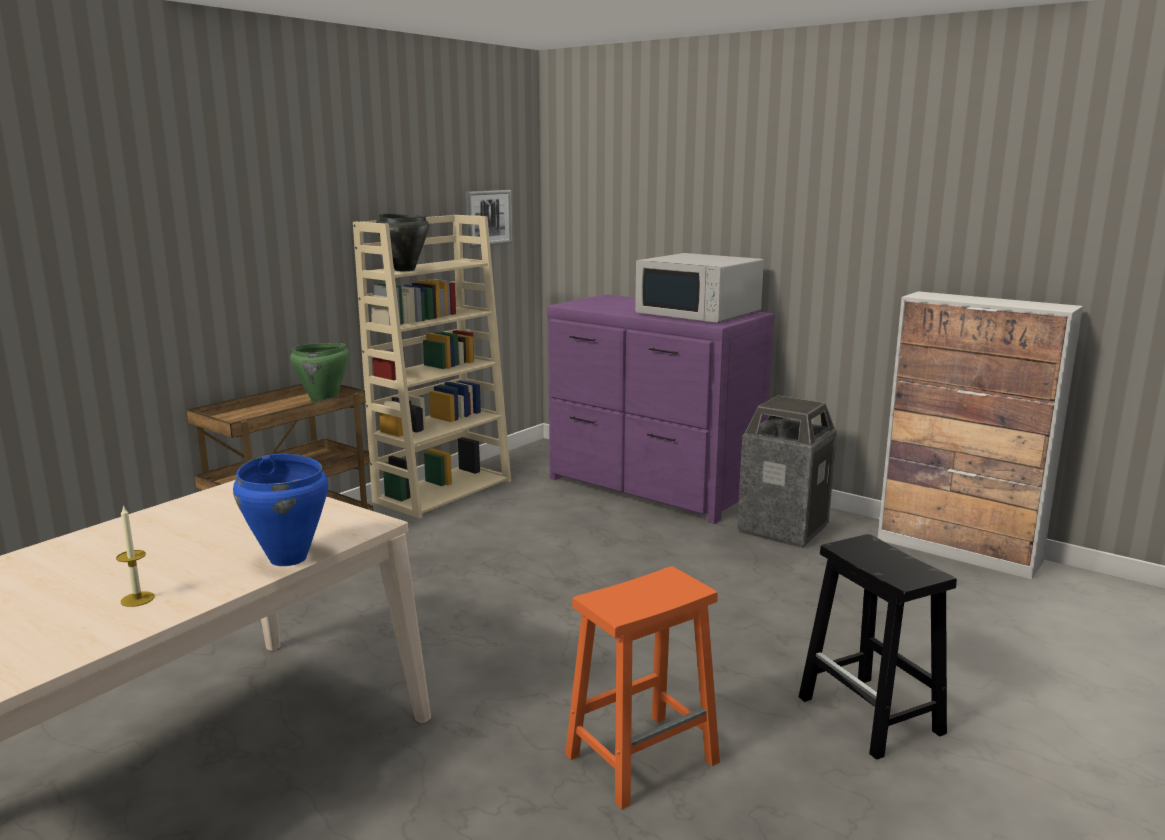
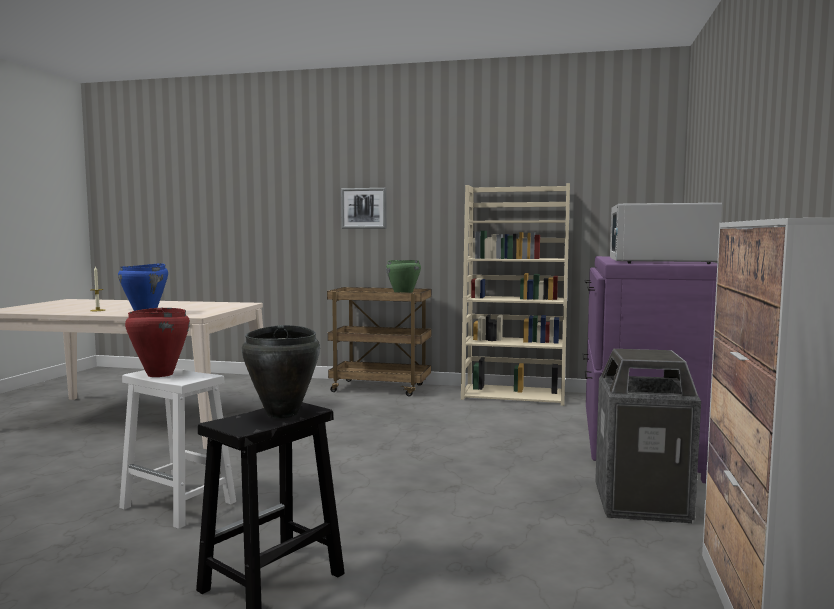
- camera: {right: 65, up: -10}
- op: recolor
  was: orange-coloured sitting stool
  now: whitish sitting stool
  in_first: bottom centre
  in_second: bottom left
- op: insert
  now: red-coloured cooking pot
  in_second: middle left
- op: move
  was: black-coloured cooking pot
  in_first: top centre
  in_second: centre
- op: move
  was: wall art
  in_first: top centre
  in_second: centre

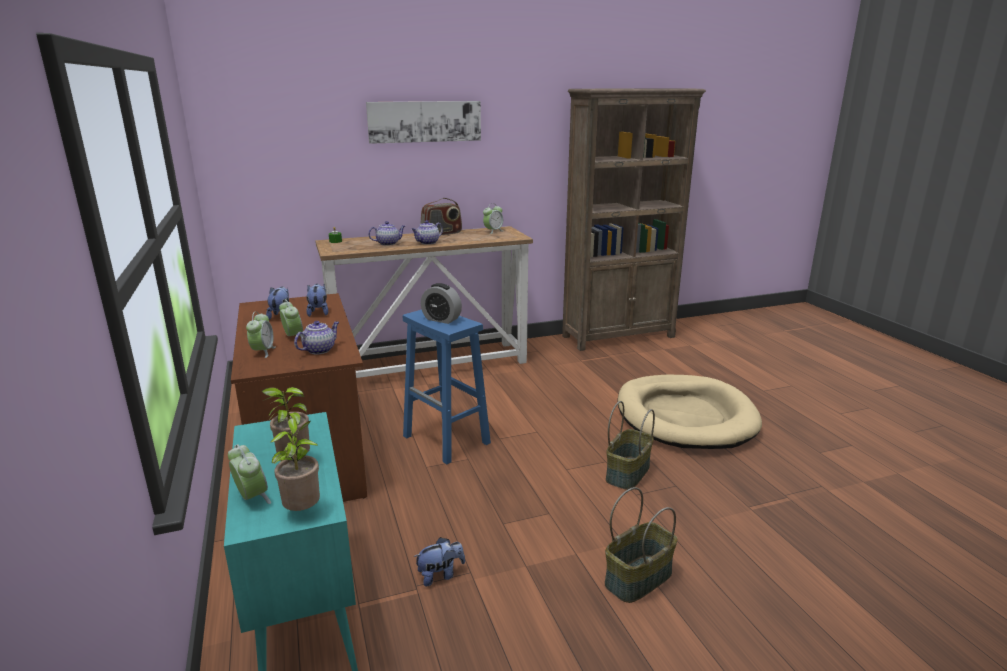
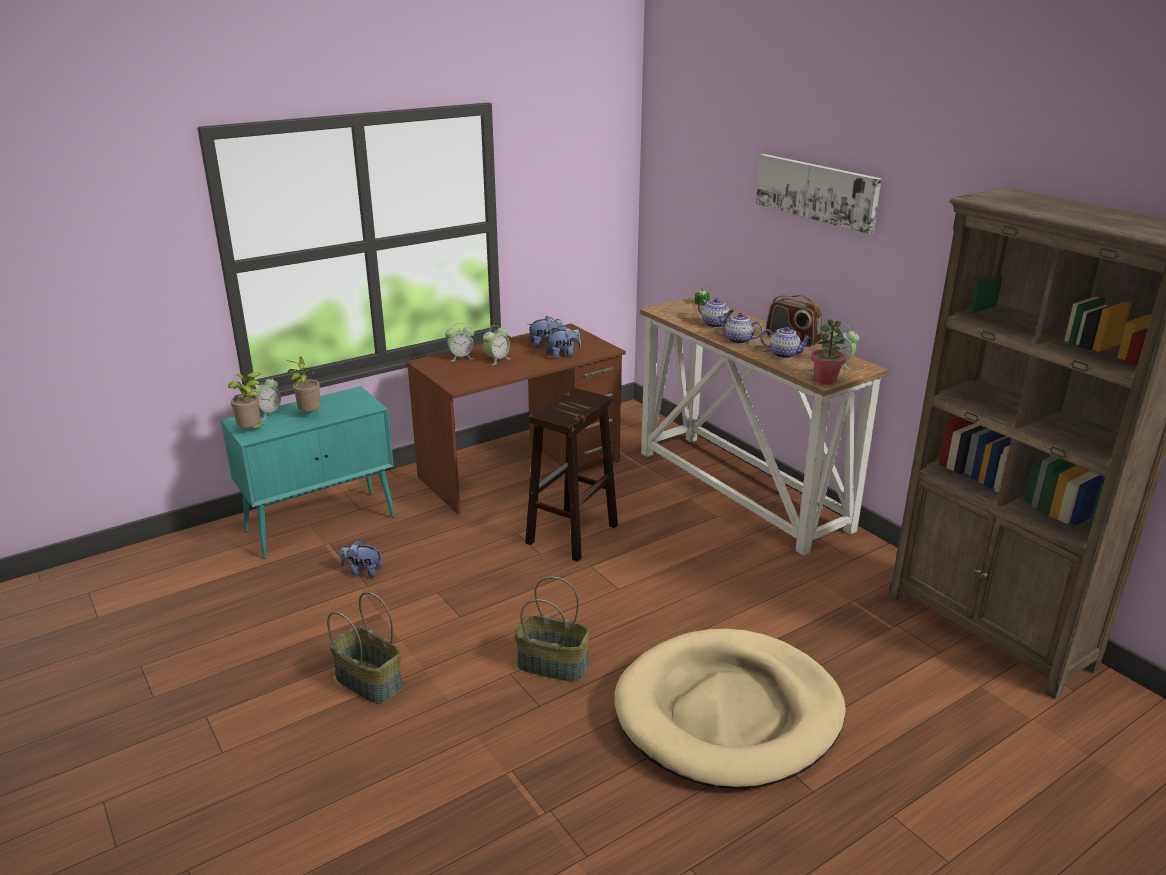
- camera: {right: 75, up: 5}
- op: rotate
  was: cuddly toy (3rd from left in the first image)
  in_first: bottom centre
  in_second: middle left
  clockwise: 135
- op: recolor
  was: blue sitting stool
  now: brown-coloured sitting stool
  in_first: centre
  in_second: centre
- op: move
  was: pot for tea (1st from left in the first image)
  now: pot for tea (3rd from left)
  in_first: middle left
  in_second: middle right
- op: insert
  now: houseplant (3rd from left)
  in_second: middle right
- op: delete
  was: alarm clock (4th from left)
  in_first: centre

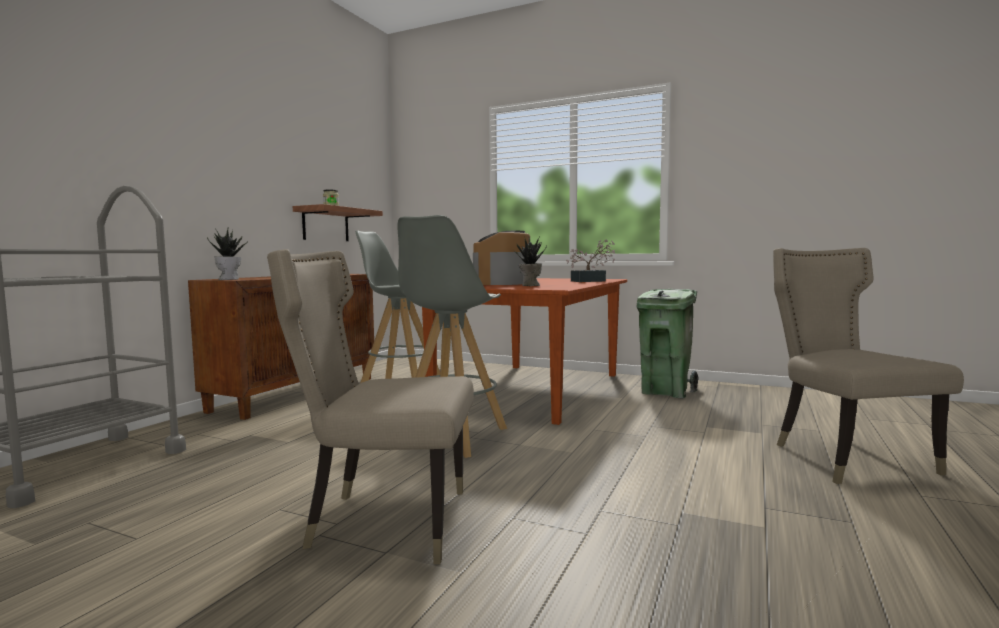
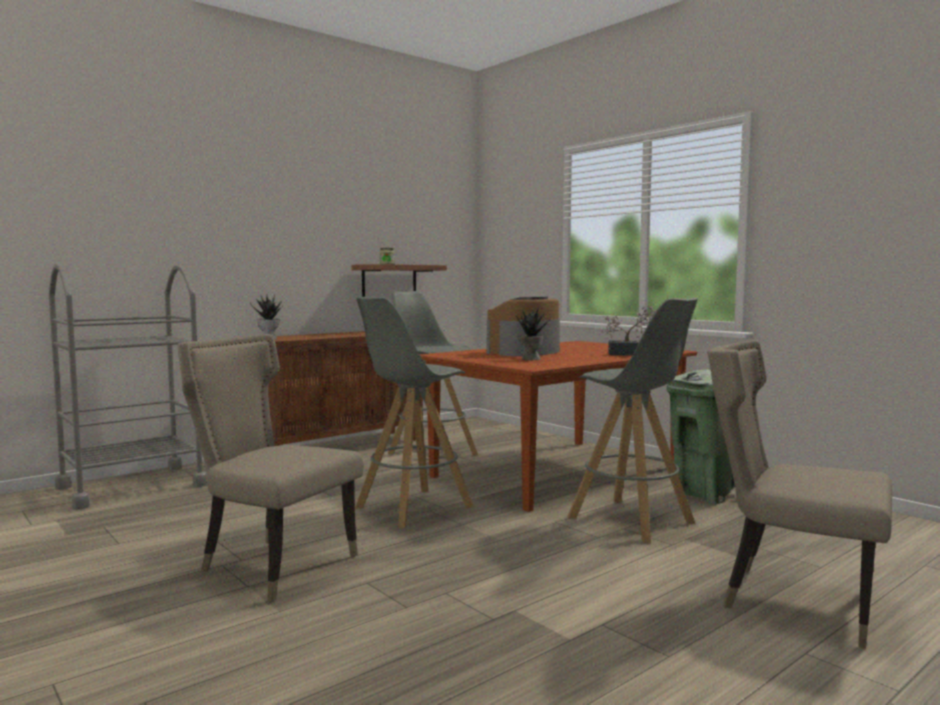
- camera: {right: 25, up: 0}
- op: insert
  now: greyish sitting stool (3rd from left)
  in_second: middle right
- op: rotate
  was: beige plain chair (2nd from left)
  in_first: middle right
  in_second: bottom right
  clockwise: -75

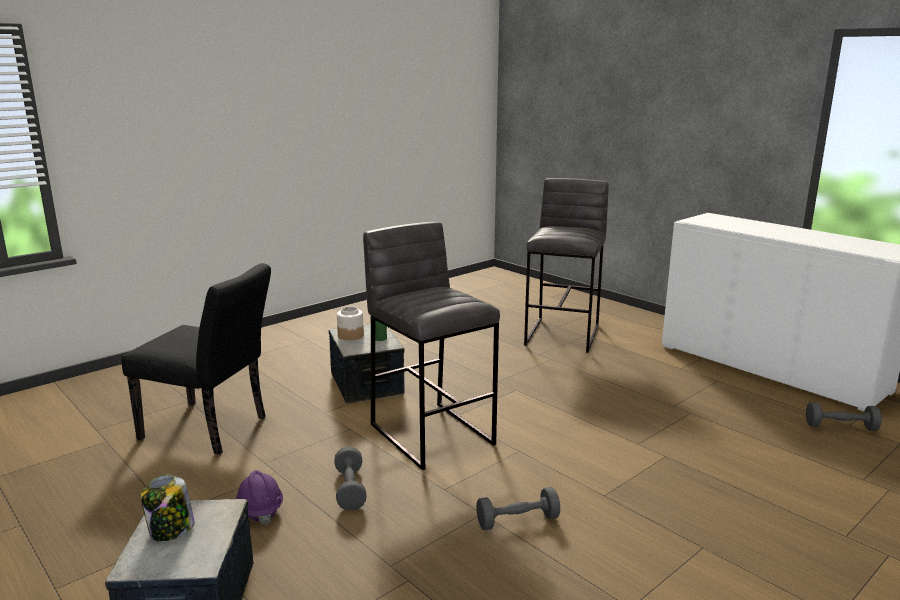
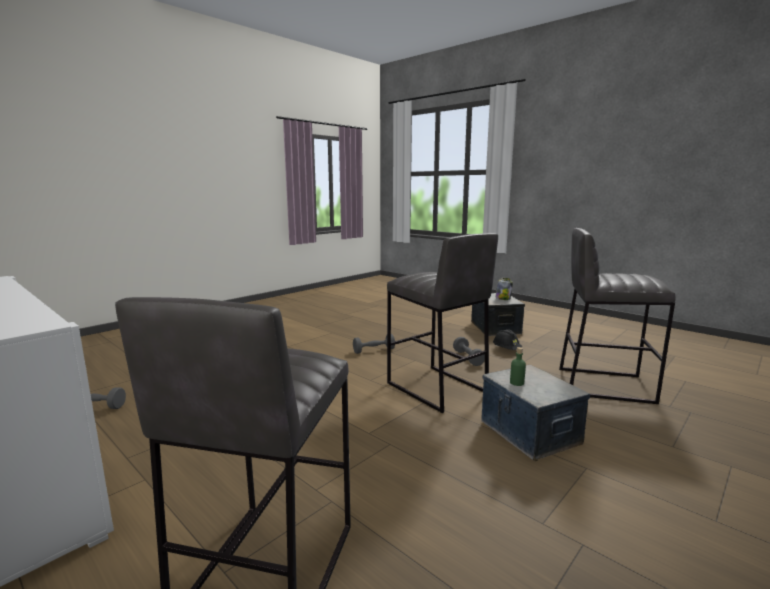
- camera: {right: 175, up: -5}
- op: recolor
  was: purple-coloured safety helmet
  now: black-coloured safety helmet
  in_first: bottom left
  in_second: centre
- op: replace
  was: black-coloured plain chair
  now: greyish sitting stool (3rd from left)
  in_first: middle left
  in_second: middle right
- op: delete
  was: storage jar (2nd from left)
  in_first: centre

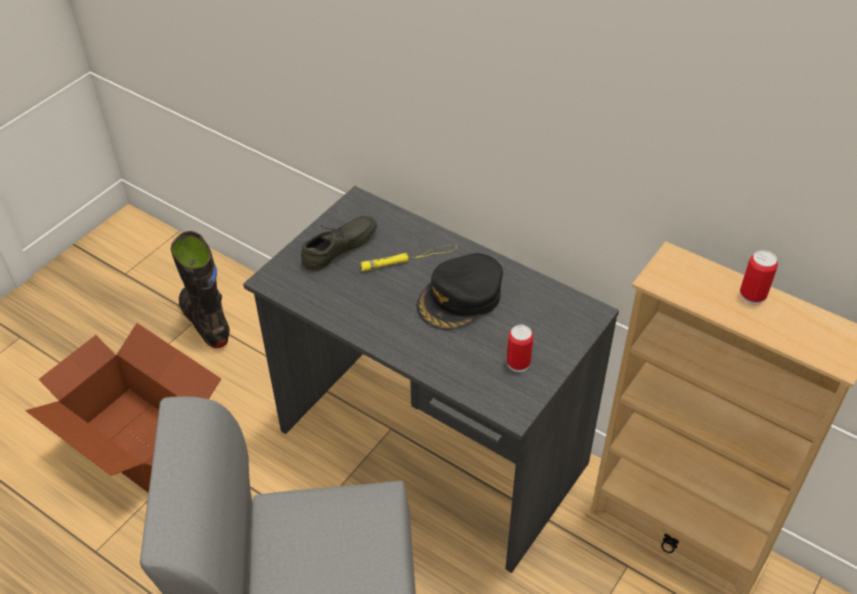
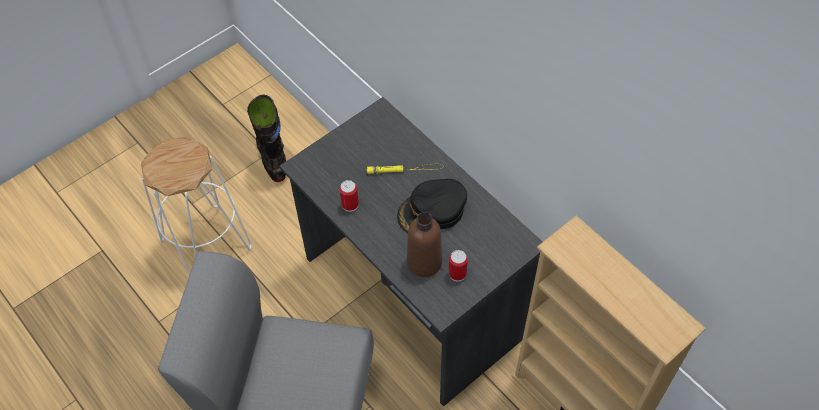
- camera: {right: 15, up: 10}
- op: replace
  was: cardboard box
  now: whitish sitting stool
  in_first: bottom left
  in_second: middle left
- op: move
  was: metal can (2nd from left in the first image)
  now: metal can (1st from left)
  in_first: middle right
  in_second: centre
- op: insert
  now: brown-coloured bottle
  in_second: centre
- op: delete
  was: greyish item of footwear
  in_first: centre

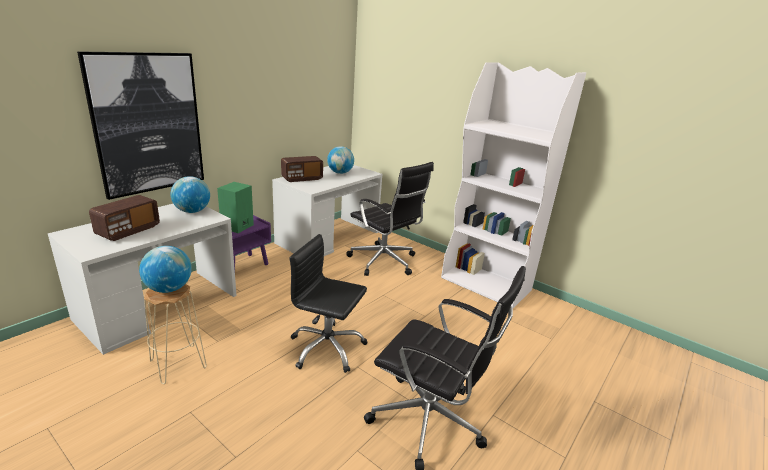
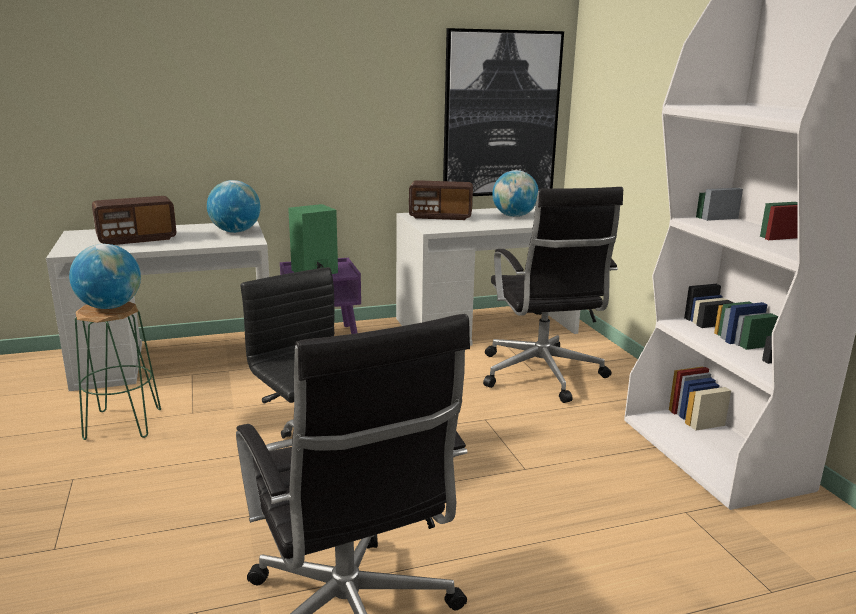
- camera: {right: 35, up: -5}
- op: recolor
  was: beige sitting stool
  now: greenish sitting stool
  in_first: bottom left
  in_second: middle left
- op: move
  was: wall art
  in_first: top left
  in_second: top centre

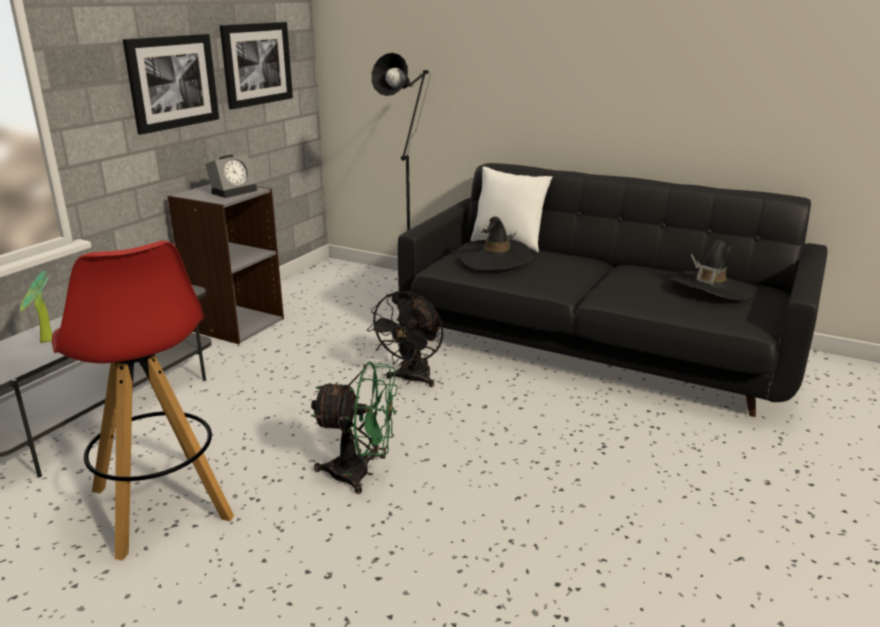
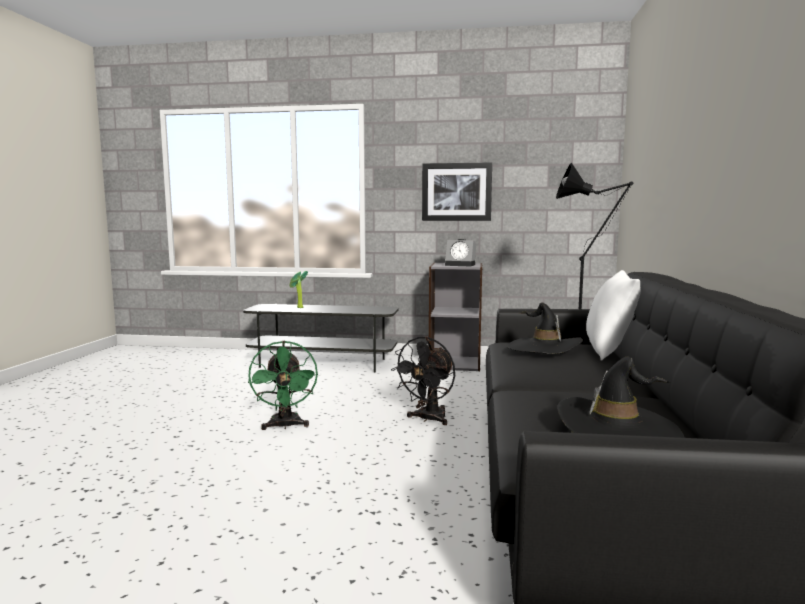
- camera: {right: 70, up: -15}
- op: rotate
  was: black-coloured cooling fan
  in_first: centre
  in_second: centre
  clockwise: -60
- op: delete
  was: red-coloured sitting stool
  in_first: middle left
- op: delete
  was: wall art (2nd from left)
  in_first: top left

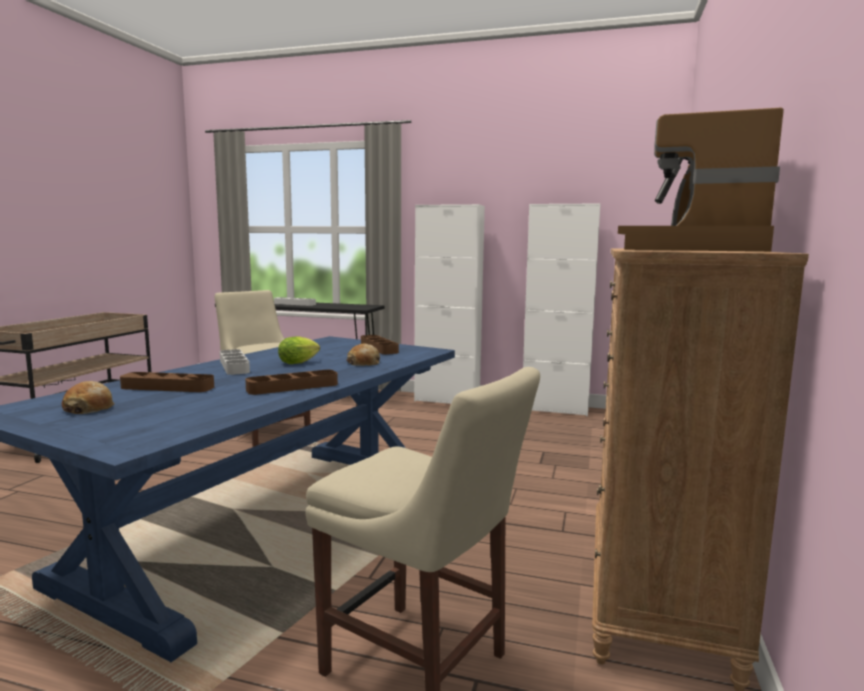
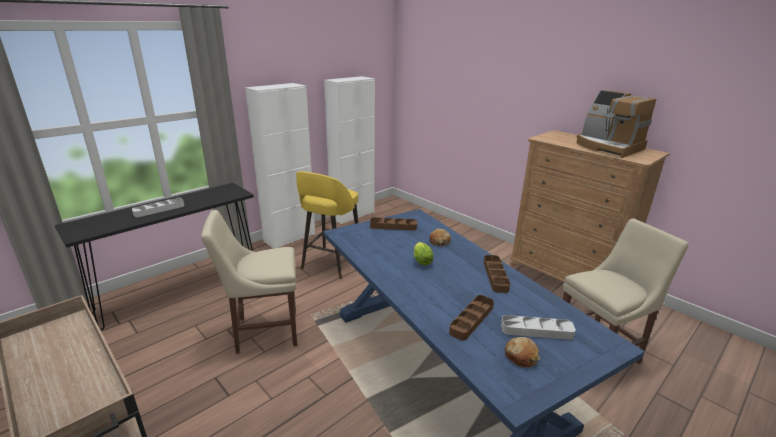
- camera: {right: -60, up: 15}
- op: insert
  now: yellowish sitting stool
  in_second: centre
- op: move
  was: greyish tray (1st from left in the first image)
  now: greyish tray (2nd from left)
  in_first: middle left
  in_second: bottom right

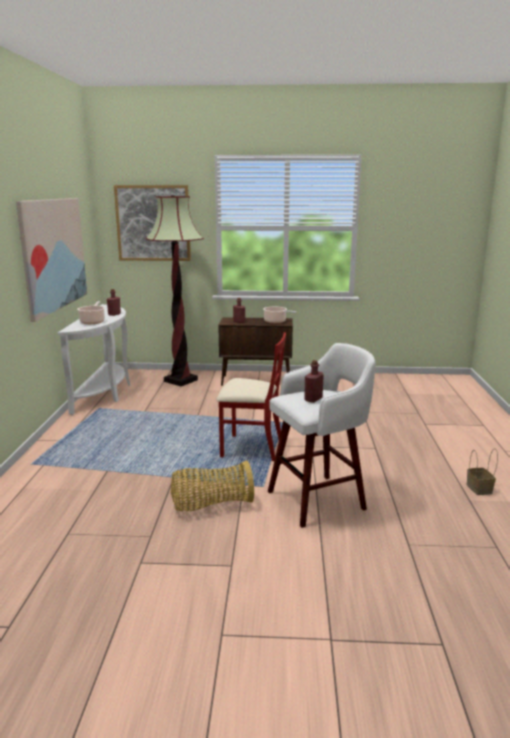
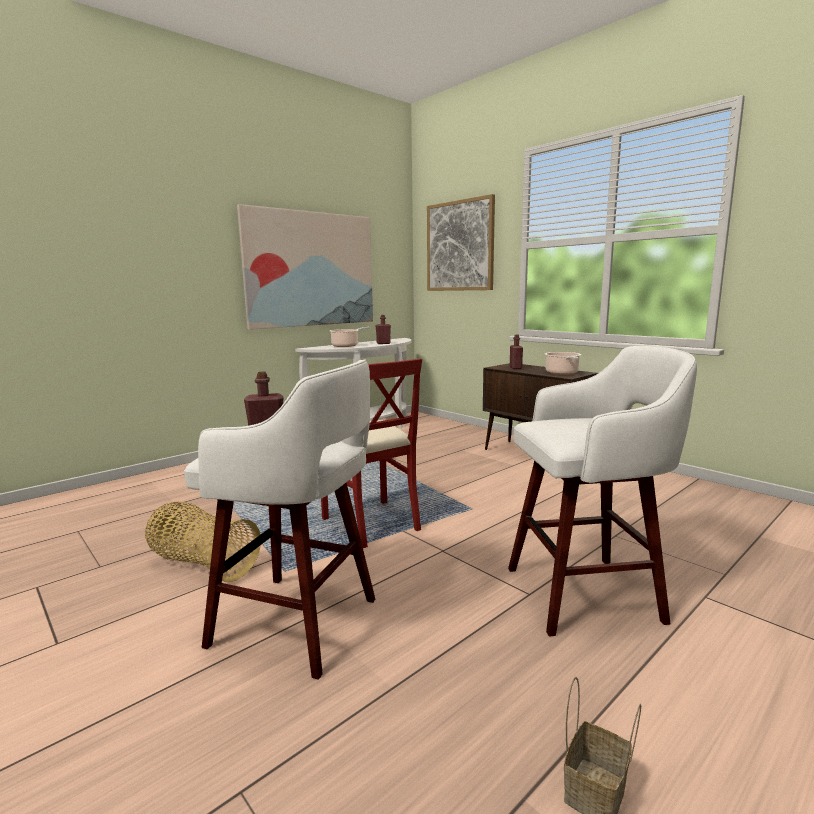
- camera: {right: 45, up: -5}
- op: insert
  now: whitish sitting stool (2nd from left)
  in_second: middle right
- op: delete
  was: standing lamp
  in_first: centre

